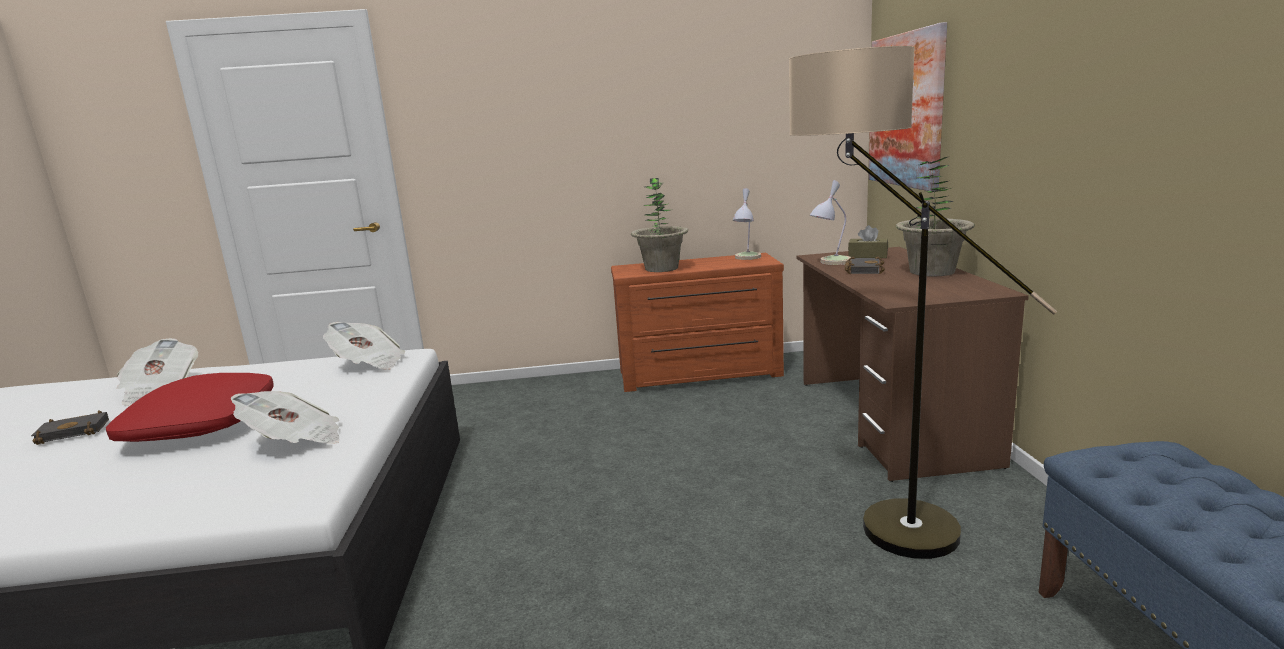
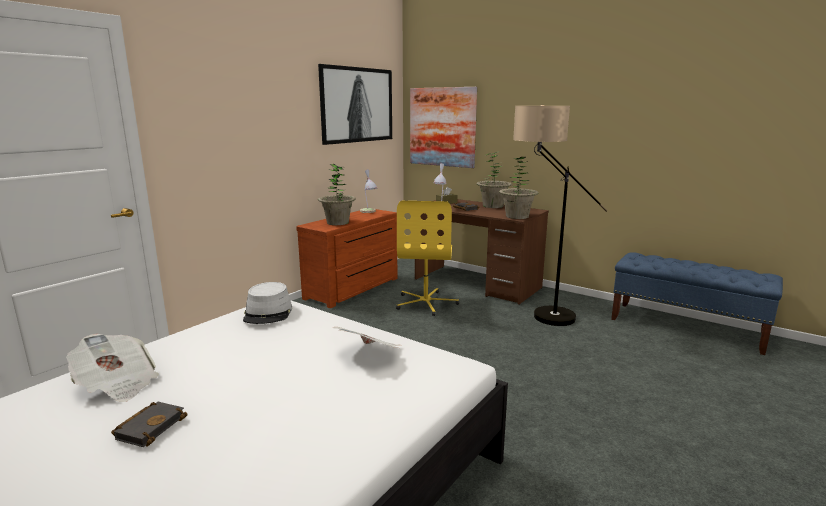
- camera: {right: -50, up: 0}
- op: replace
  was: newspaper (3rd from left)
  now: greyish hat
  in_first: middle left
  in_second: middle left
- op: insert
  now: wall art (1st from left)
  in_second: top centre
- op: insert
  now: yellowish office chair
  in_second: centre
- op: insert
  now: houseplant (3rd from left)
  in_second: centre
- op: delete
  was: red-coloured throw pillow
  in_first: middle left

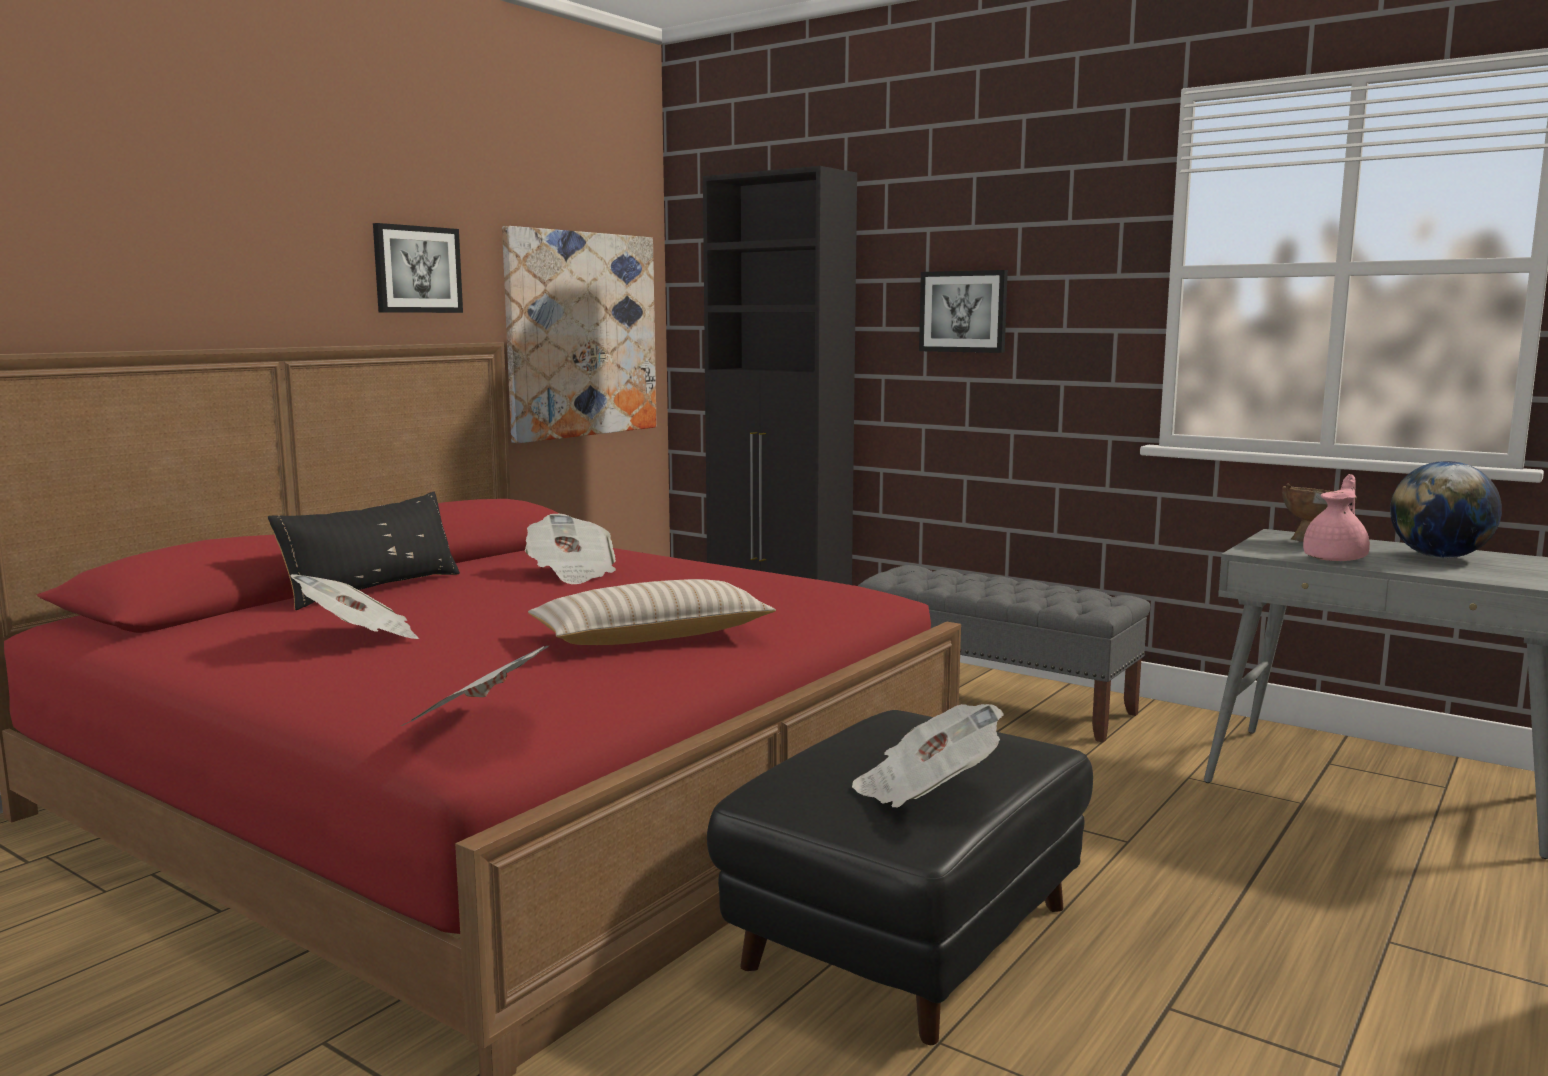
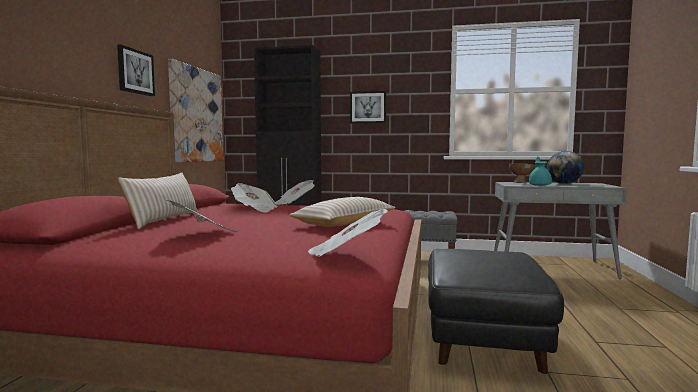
- camera: {right: -25, up: -5}
- op: recolor
  was: black-coloured throw pillow
  now: beige throw pillow (1st from left)
  in_first: middle left
  in_second: middle left
- op: move
  was: newspaper (4th from left in the first image)
  now: newspaper (3rd from left)
  in_first: bottom centre
  in_second: centre
- op: recolor
  was: pink-coloured pot for tea
  now: turquoise pot for tea
  in_first: middle right
  in_second: middle right

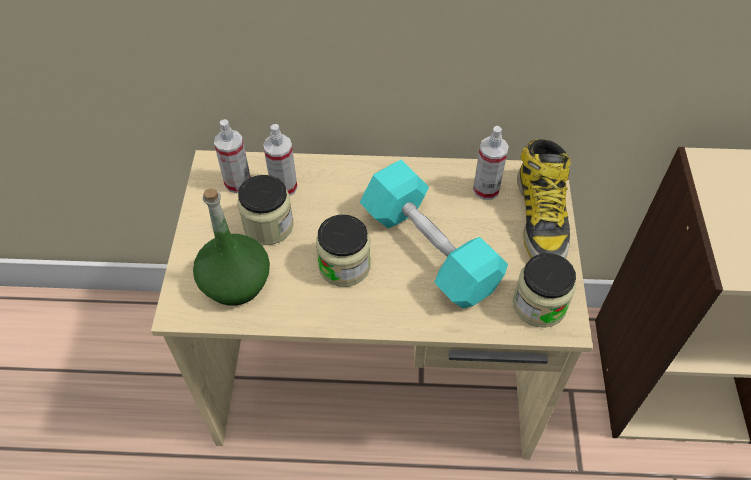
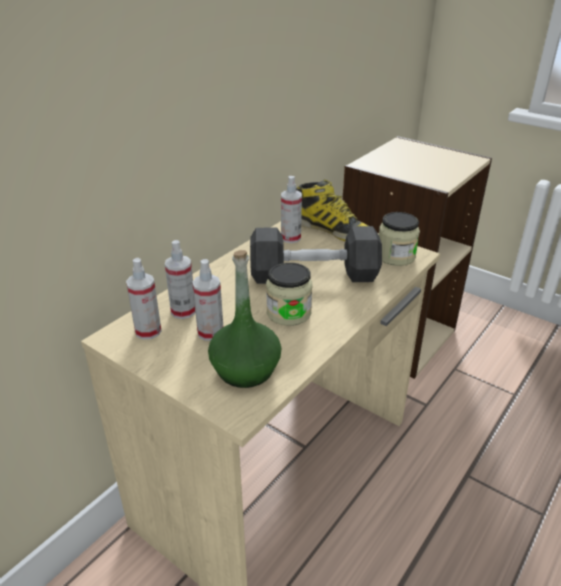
- camera: {right: -55, up: -20}
- op: replace
  was: storage jar (1st from left)
  now: sprayer (3rd from left)
  in_first: centre
  in_second: centre
- op: recolor
  was: turquoise dumbbell
  now: greyish dumbbell
  in_first: centre
  in_second: centre

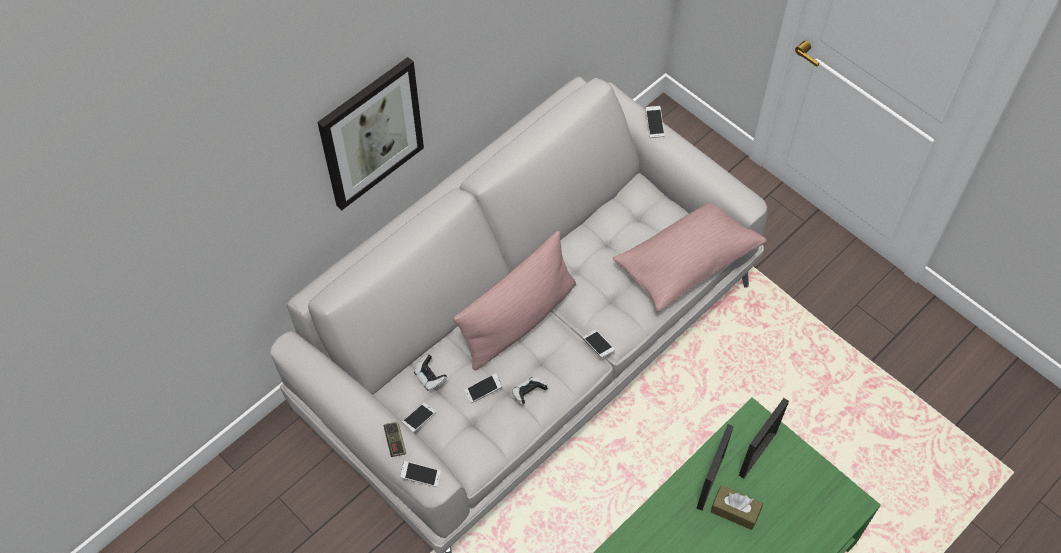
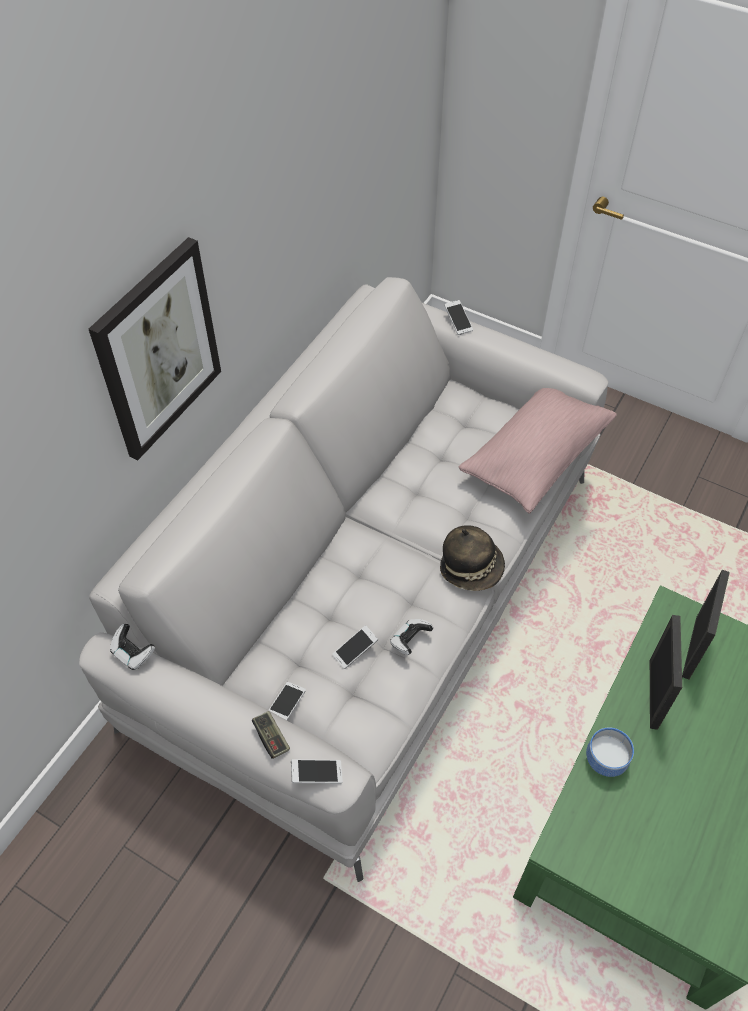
- camera: {right: -15, up: -5}
- op: move
  was: game controller (2nd from left in the first image)
  now: game controller (1st from left)
  in_first: bottom centre
  in_second: middle left
- op: replace
  was: handset (4th from left)
  now: hat
  in_first: centre
  in_second: centre
- op: insert
  now: serving bowl
  in_second: bottom right
- op: delete
  was: pink-coloured throw pillow (1st from left)
  in_first: centre
- op: delete
  was: brown-coloured box of tissues
  in_first: bottom right

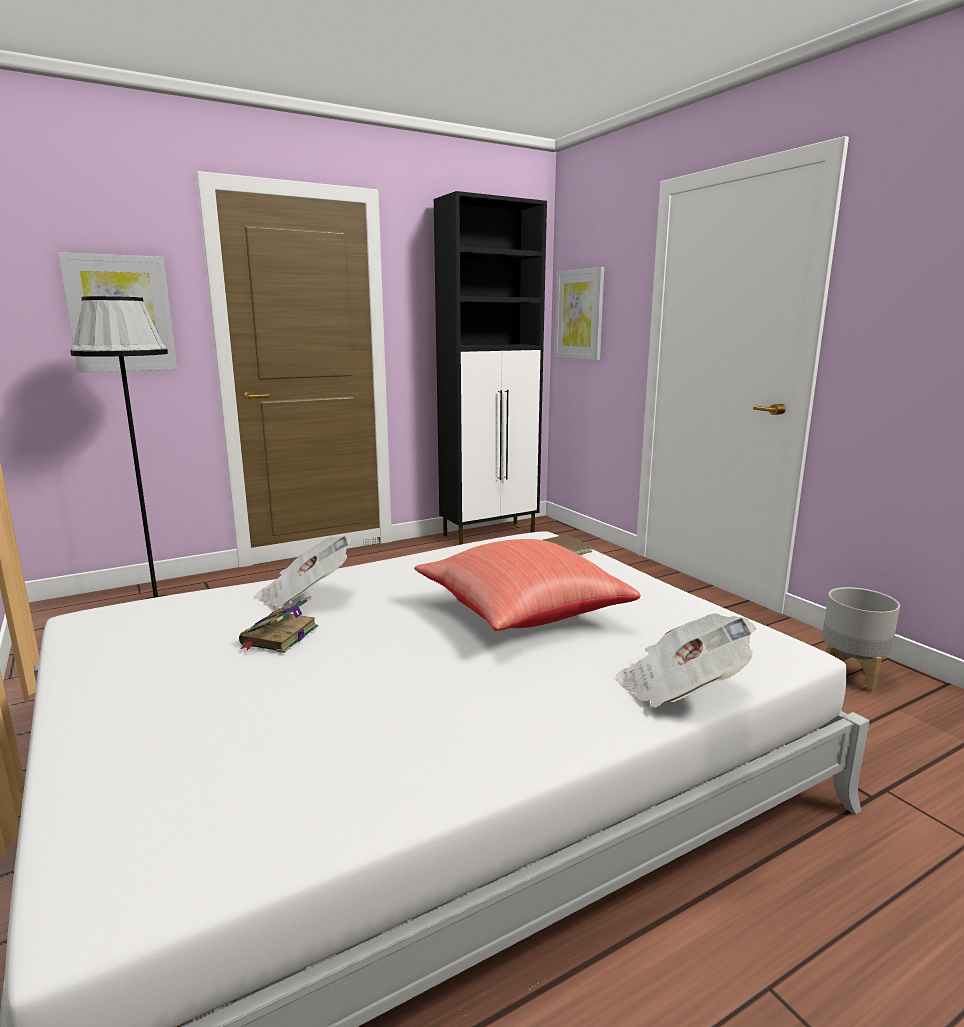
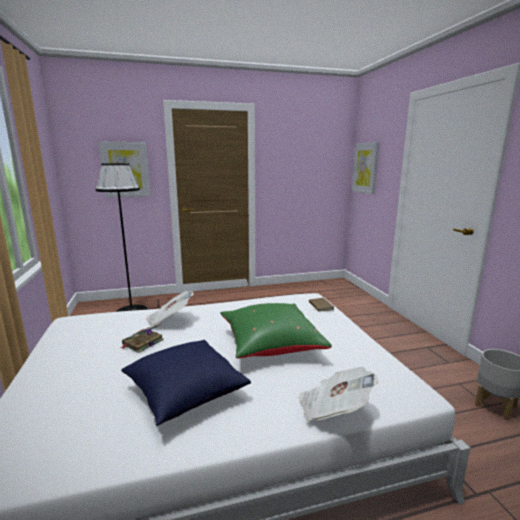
- camera: {right: 15, up: 0}
- op: insert
  now: blue throw pillow
  in_second: bottom centre
- op: recolor
  was: red-coloured throw pillow
  now: greenish throw pillow
  in_first: centre
  in_second: centre
- op: delete
  was: black-coloured cupboard
  in_first: centre

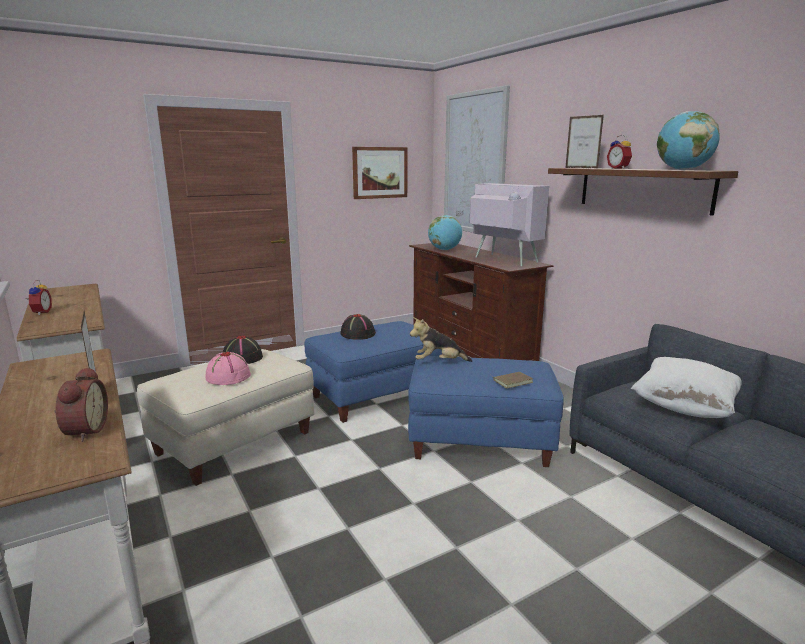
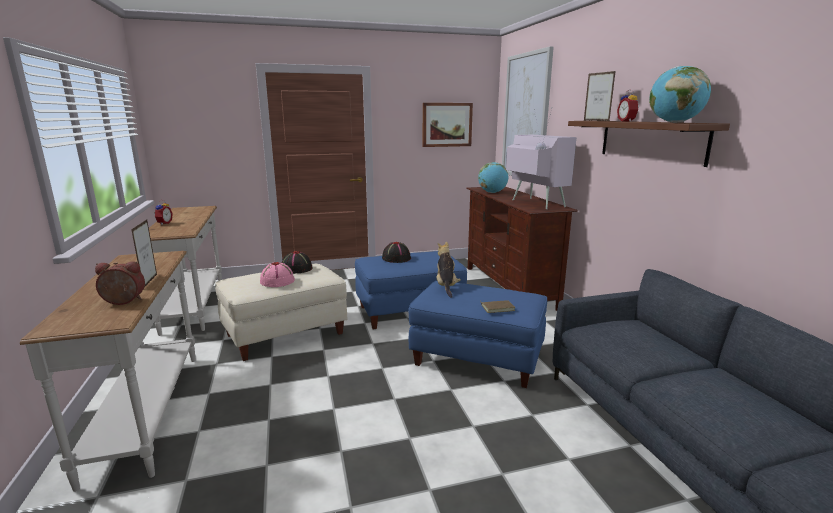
- camera: {right: 15, up: 0}
- op: rotate
  was: alarm clock (2nd from left in the first image)
  in_first: middle left
  in_second: middle left
  clockwise: -105
- op: rotate
  was: cuddly toy
  in_first: centre
  in_second: centre
  clockwise: 75
- op: delete
  was: whitish throw pillow
  in_first: middle right

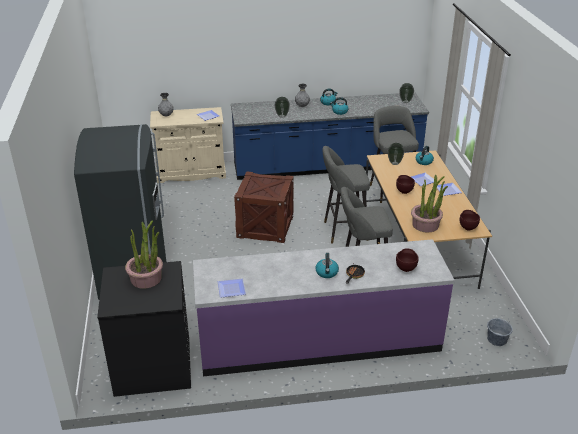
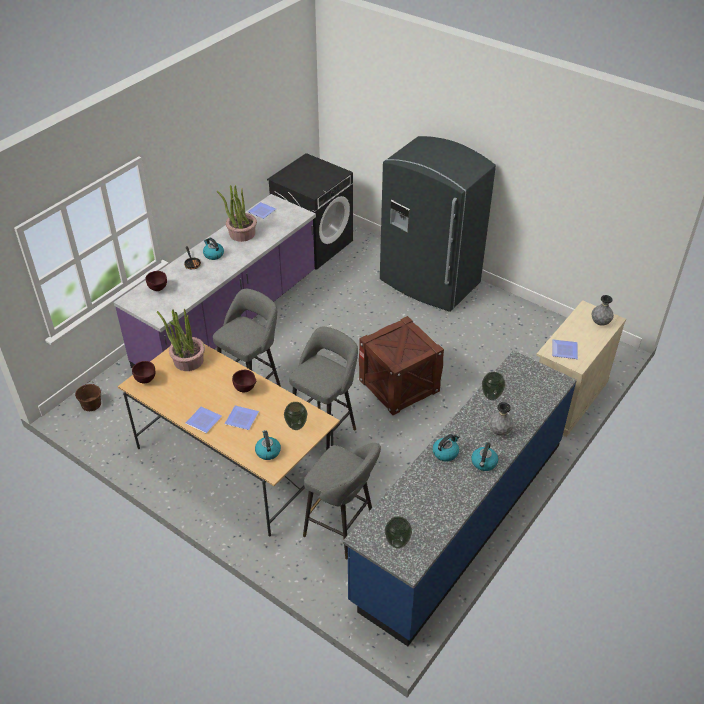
- camera: {right: 135, up: 10}
- op: recolor
  was: greyish pail
  now: brown-coloured pail
  in_first: bottom right
  in_second: middle left
- op: move
  was: houseplant (1st from left in the first image)
  now: houseplant (2nd from left)
  in_first: middle left
  in_second: top centre

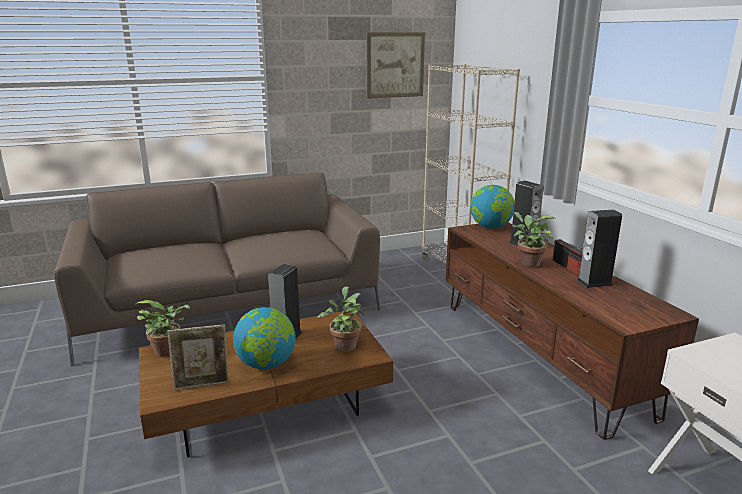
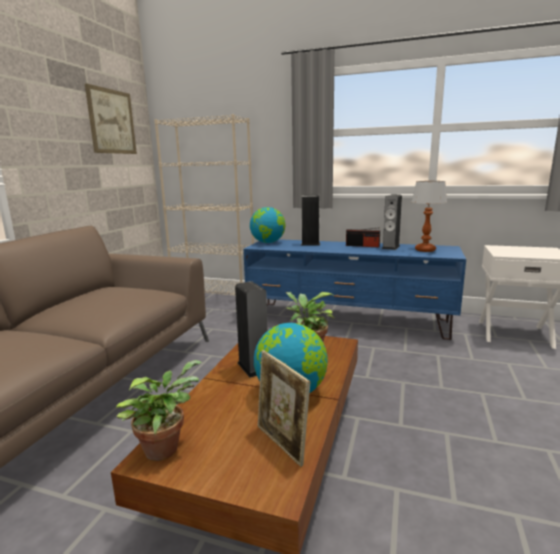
- camera: {right: -50, up: -5}
- op: recolor
  was: brown-coloured media console
  now: blue media console
  in_first: bottom right
  in_second: centre
- op: rotate
  was: photo frame
  in_first: bottom left
  in_second: bottom centre
  clockwise: 120
- op: insert
  now: lamp for a table
  in_second: middle right
- op: delete
  was: houseplant (3rd from left)
  in_first: middle right

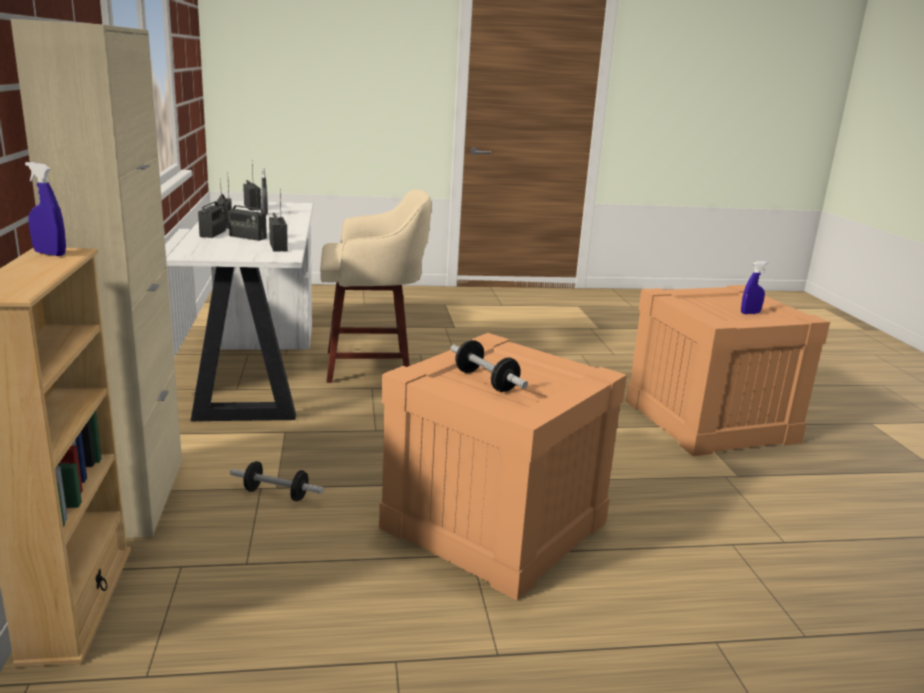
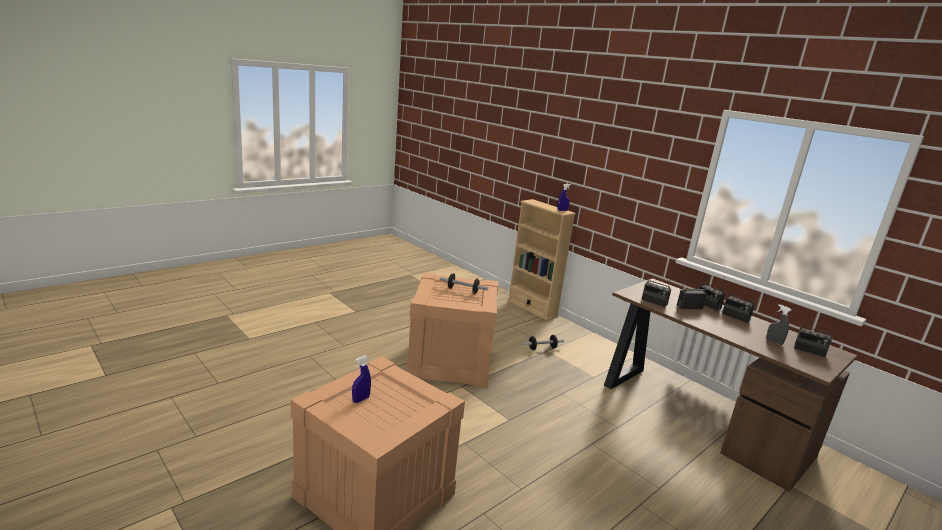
- camera: {right: 145, up: 0}
- op: recolor
  was: whitish desk table
  now: brown-coloured desk table
  in_first: middle left
  in_second: bottom right
- op: delete
  was: beige cupboard
  in_first: middle left
- op: delete
  was: beige sitting stool
  in_first: centre

